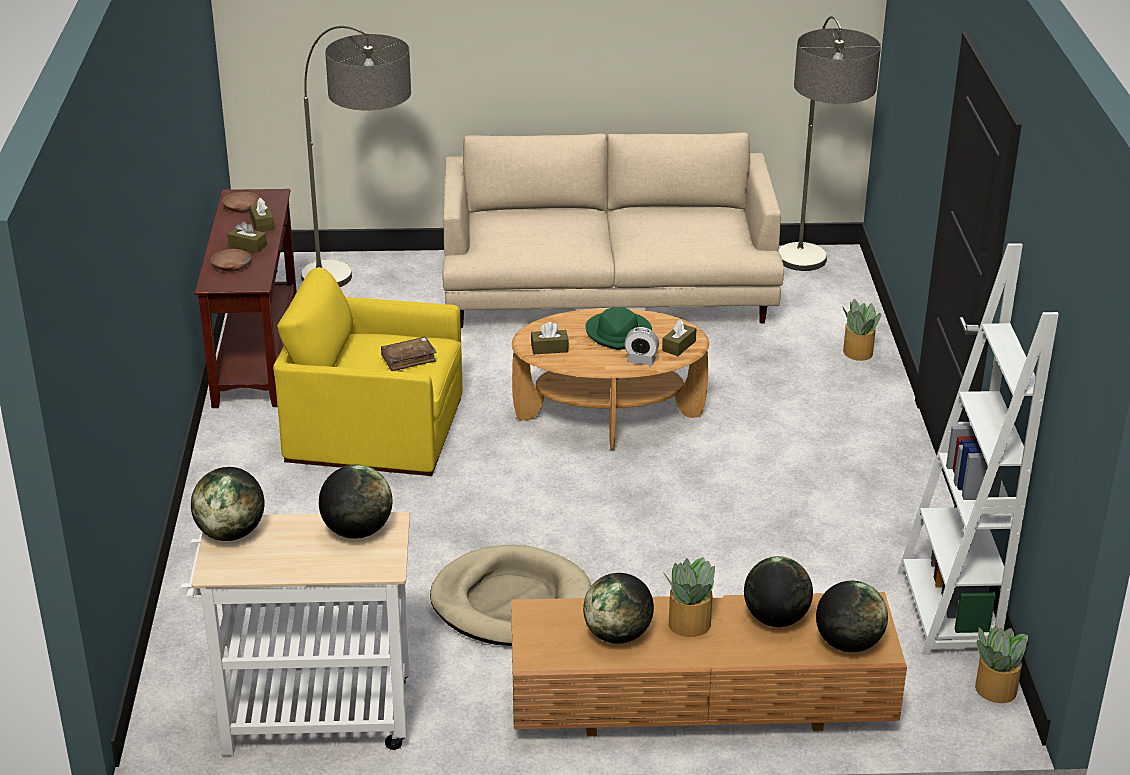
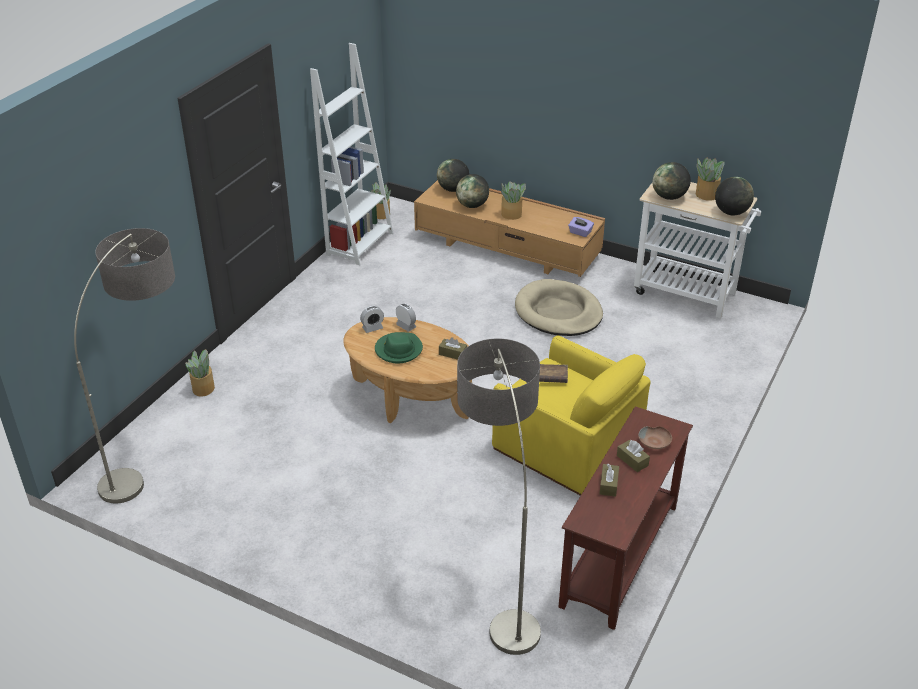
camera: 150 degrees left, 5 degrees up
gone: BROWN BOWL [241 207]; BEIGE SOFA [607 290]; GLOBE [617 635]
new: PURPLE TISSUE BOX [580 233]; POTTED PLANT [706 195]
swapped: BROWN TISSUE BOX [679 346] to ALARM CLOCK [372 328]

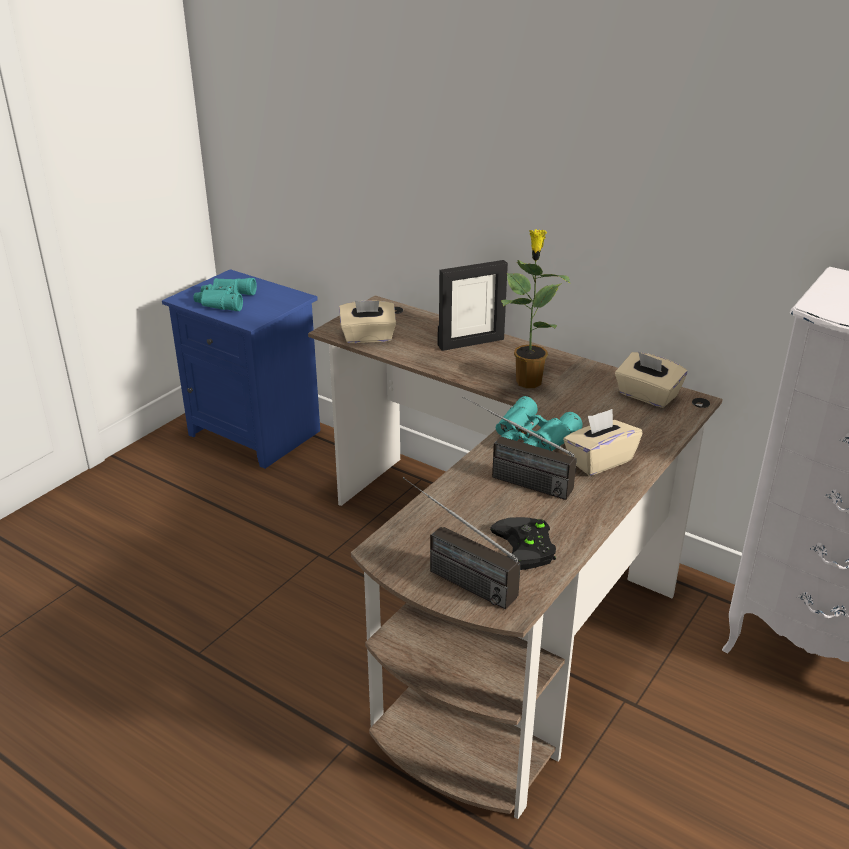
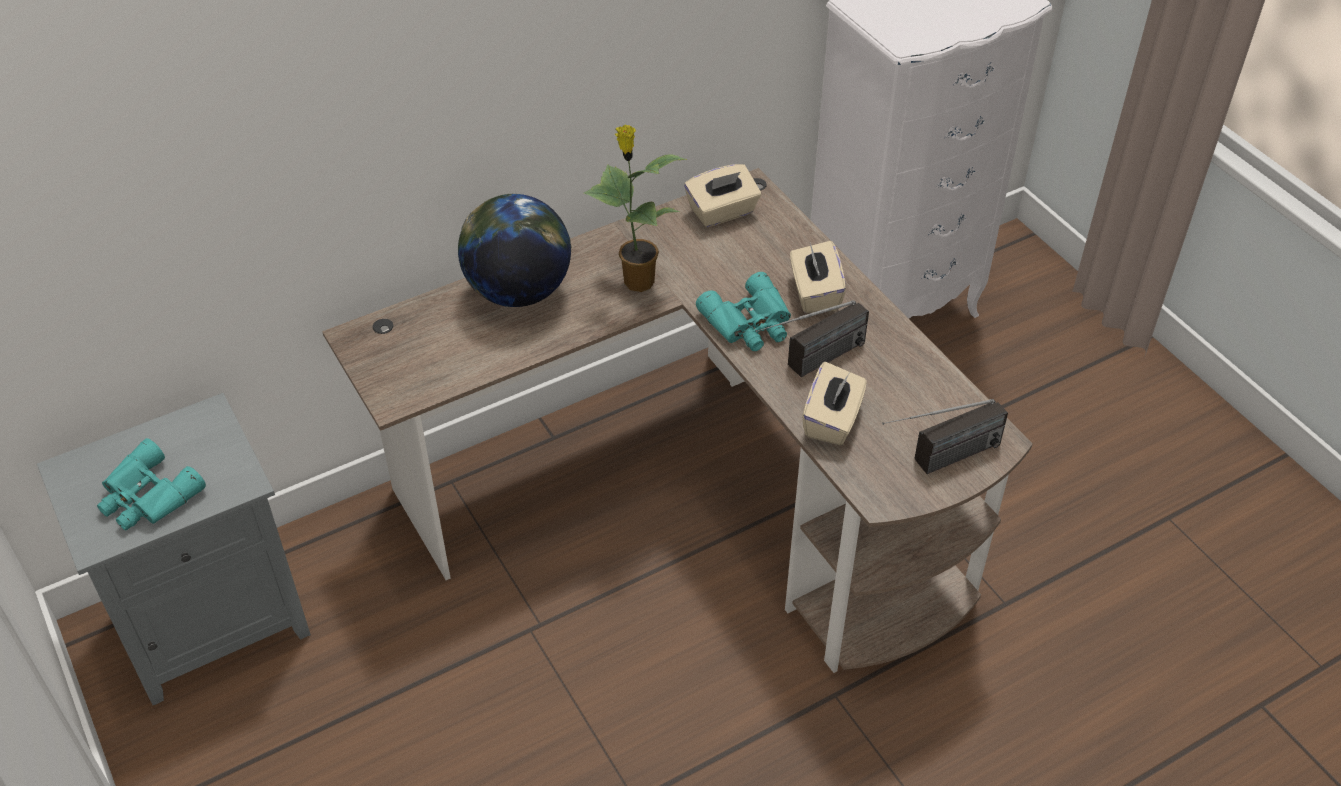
camera: 65 degrees left, 15 degrees up
gone: BLACK GAME CONTROLLER [526 549]
shifted: BEIGE TISSUE BOX [368 337] to [832 421]
swapped: PICTURE FRAME [470 342] to GLOBE [518 292]
repainted: BLUE NIGHTSTAND [257 432] to GREY NIGHTSTAND [214 619]

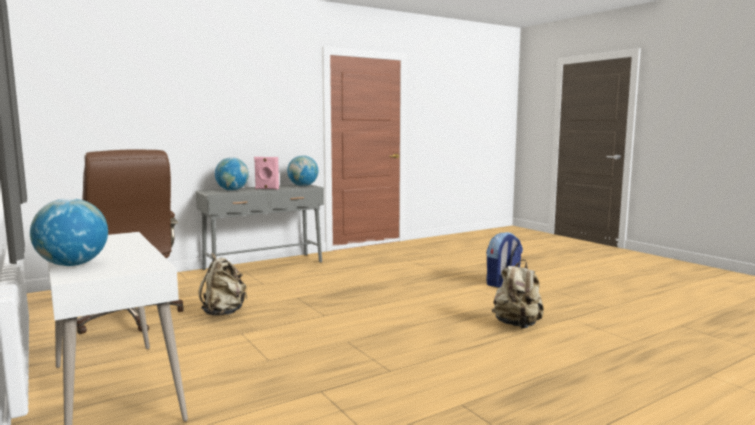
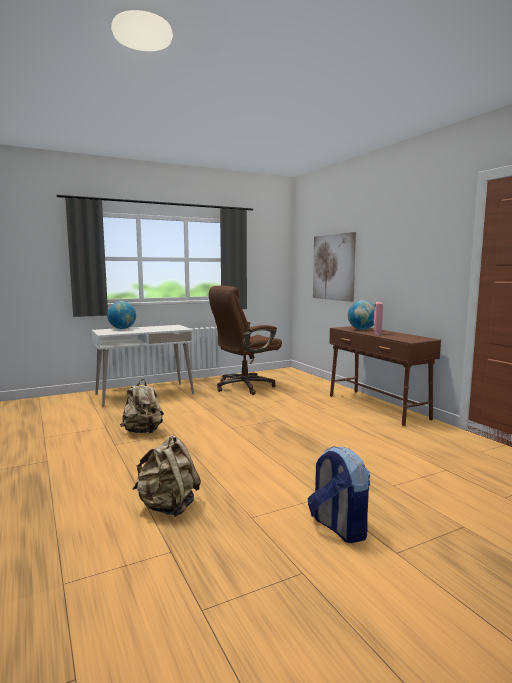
camera: 95 degrees right, 0 degrees up
gone: GLOBE [303 186]
new: PICTURE [333 267]
shifted: BEIGE BACKPACK [224 313] to [143 432]
repainted: GREY CONSOLE TABLE [264 266] to BROWN CONSOLE TABLE [376 407]

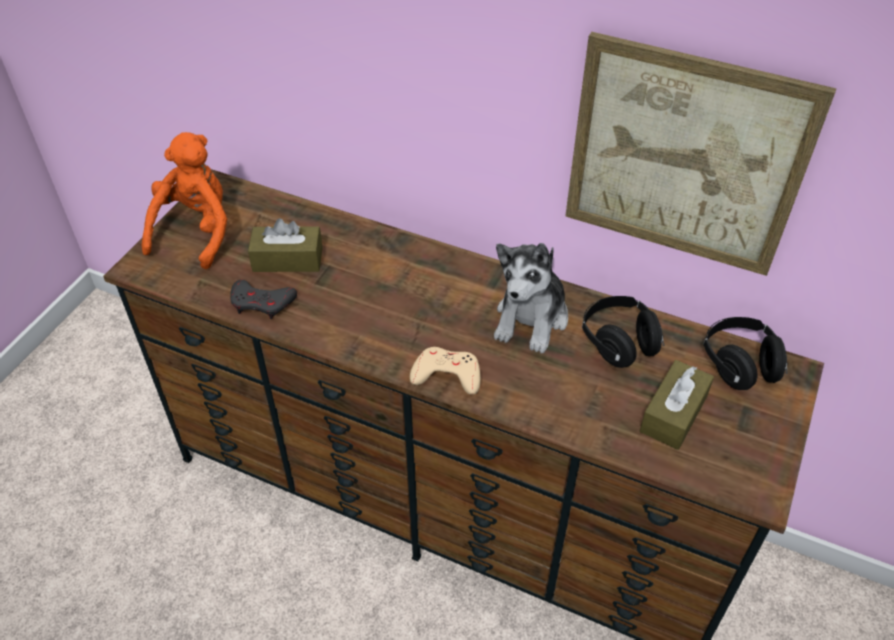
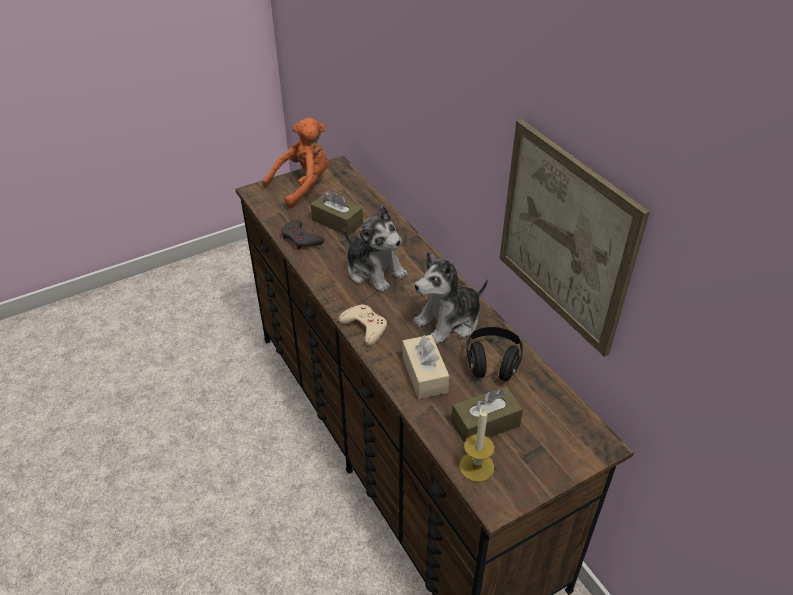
camera: 35 degrees right, 5 degrees down
gone: BLACK HEADPHONES [739 364]
new: PLUSH TOY [375 271]; BEIGE TISSUE BOX [424 374]; CANDLE [476 467]

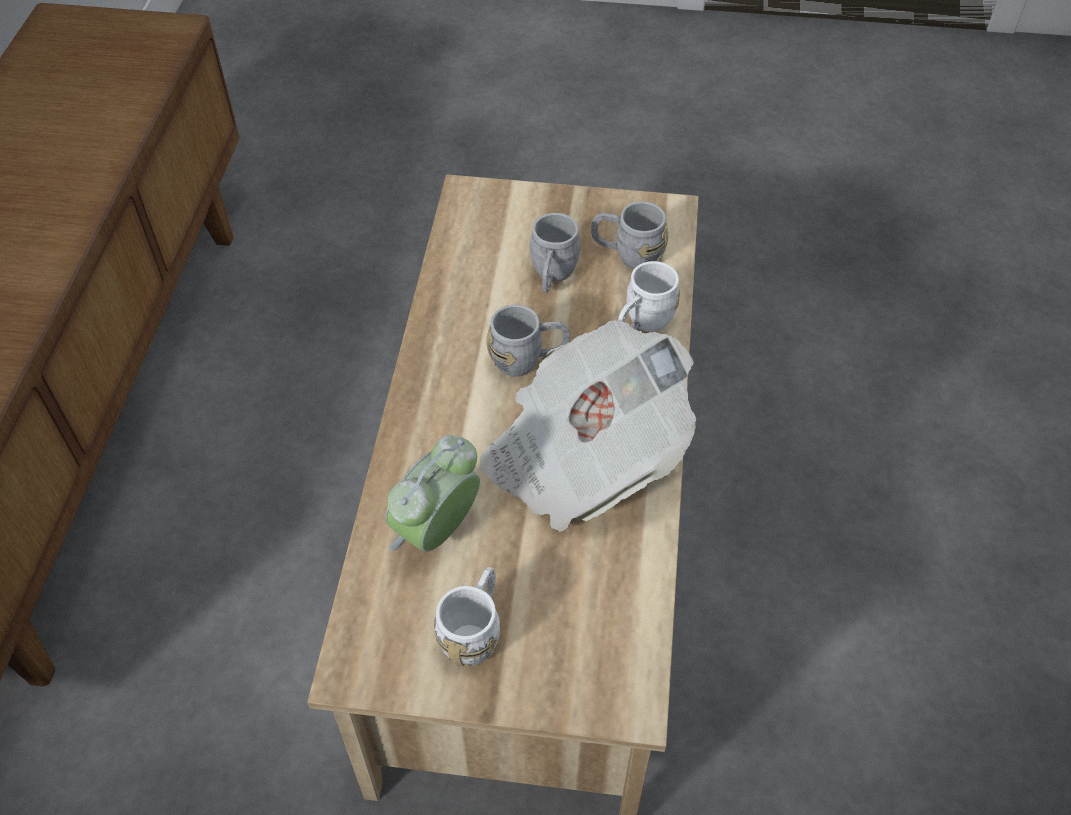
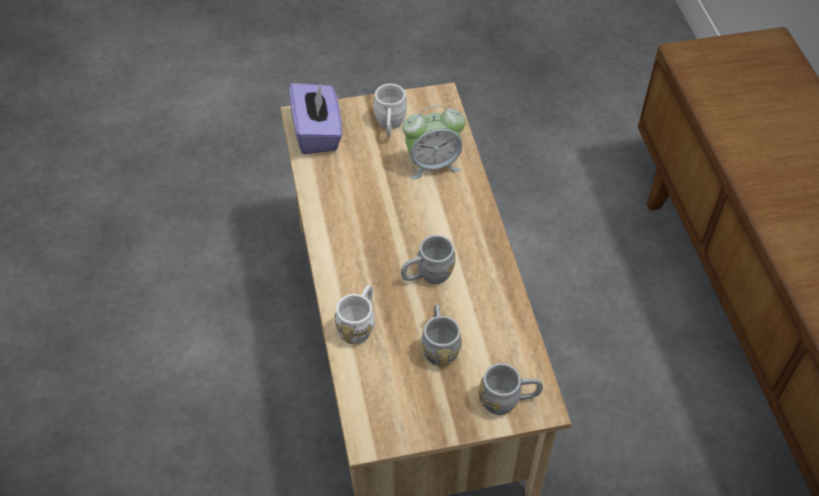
camera: 160 degrees right, 0 degrees up
gone: NEWSPAPER [583 456]
new: PURPLE TISSUE BOX [317 133]
shifted: GREY MUG [627 254] to [508 401]
rotated: ALARM CLOCK [437 530] = [432 164] 60 degrees clockwise

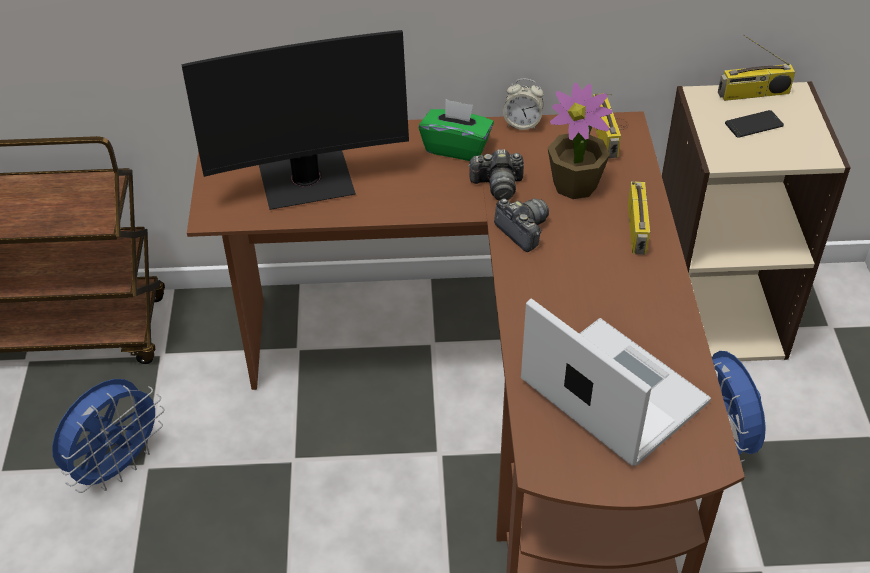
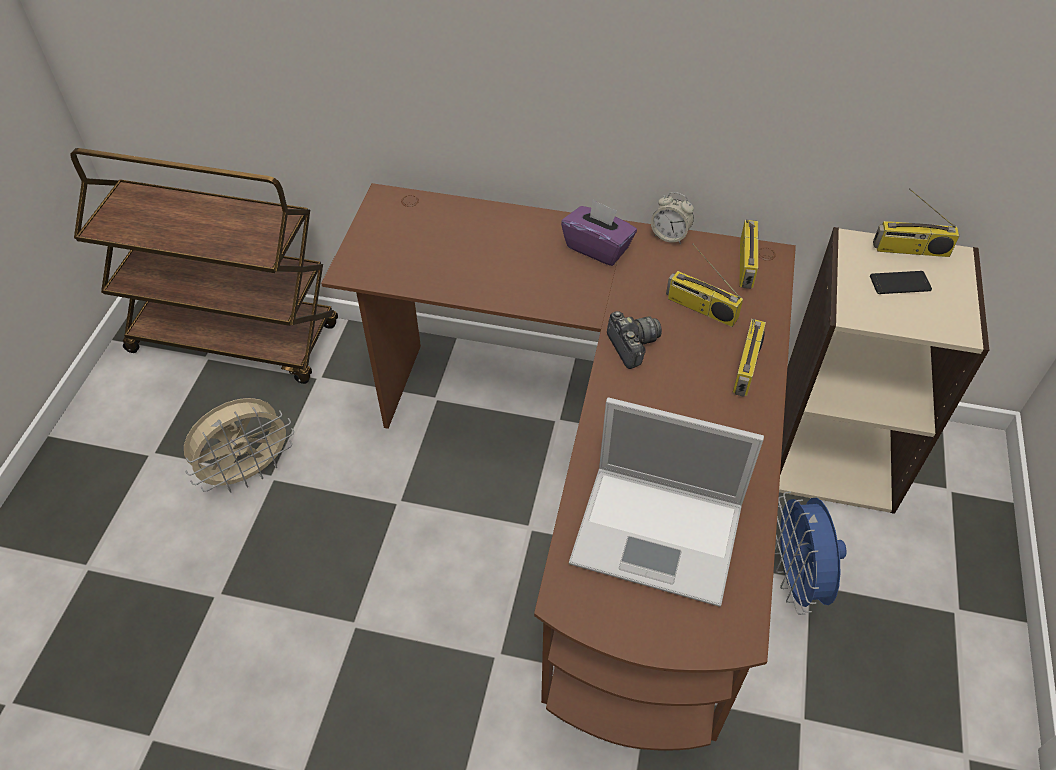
camera: 15 degrees right, 5 degrees up
gone: MONITOR [307 181]; PHOTO CAMERA [497 185]
swapped: POTTED PLANT [575 184] to RADIO [700 308]
repainted: BLUE FAN [117 466] to BEIGE FAN [249 472]; GREEN TISSUE BOX [456 147] to PURPLE TISSUE BOX [598 247]
rotated: LAPTOP [610 390] = [660 533] 135 degrees clockwise

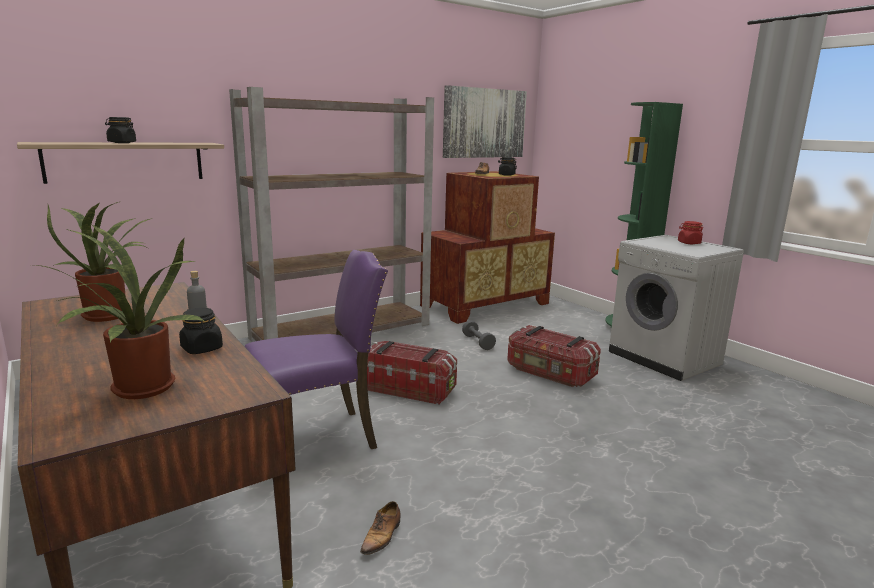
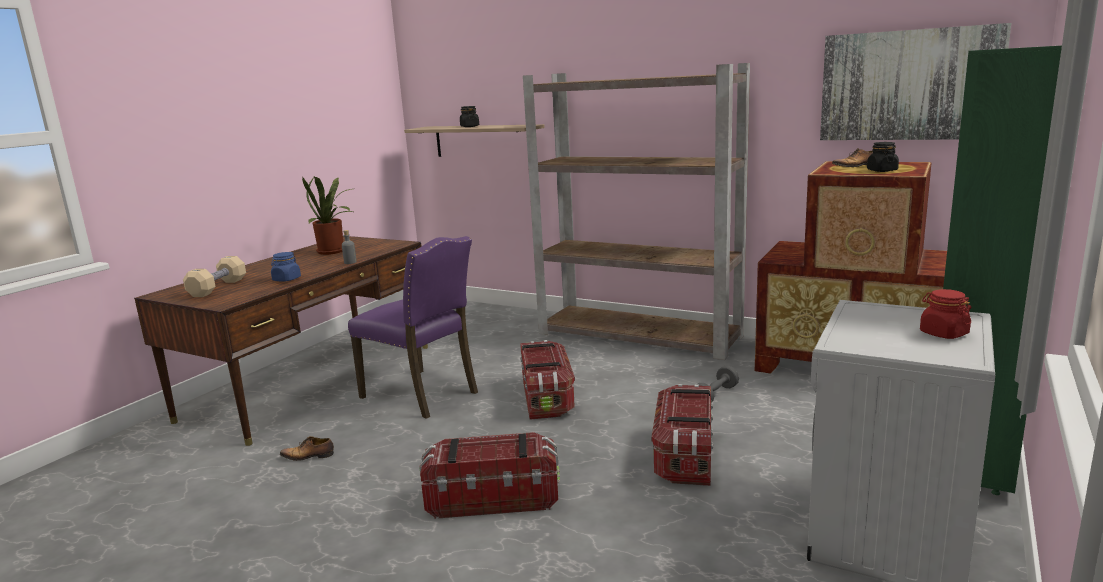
camera: 65 degrees right, 0 degrees up
new: STORAGE BOX [492 498]
swapped: POTTED PLANT [138 391] to BEIGE DUMBBELL [218 288]
repainted: BLACK JAR [202 349] to BLUE JAR [286 279]

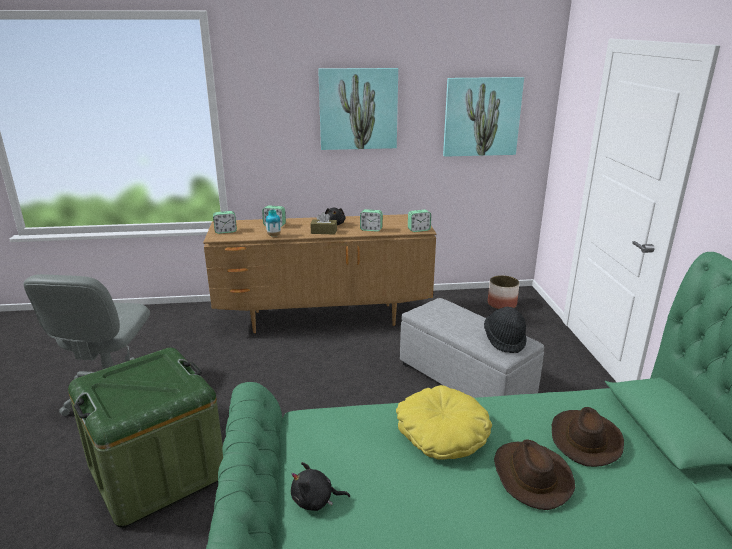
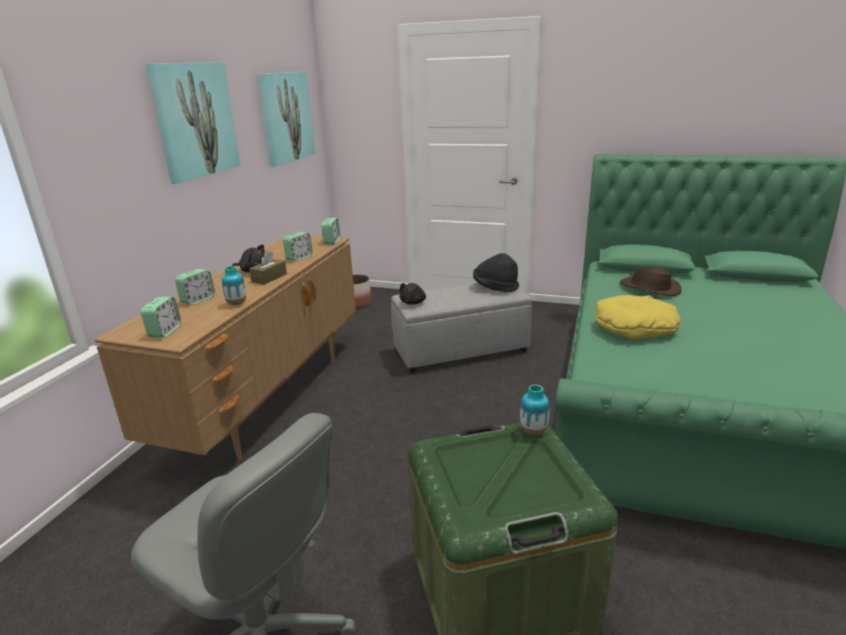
camera: 65 degrees left, 0 degrees up
gone: BROWN HAT [530 476]
new: VASE [533 431]
shifted: BLACK PLUSH TOY [315 501] to [413 302]

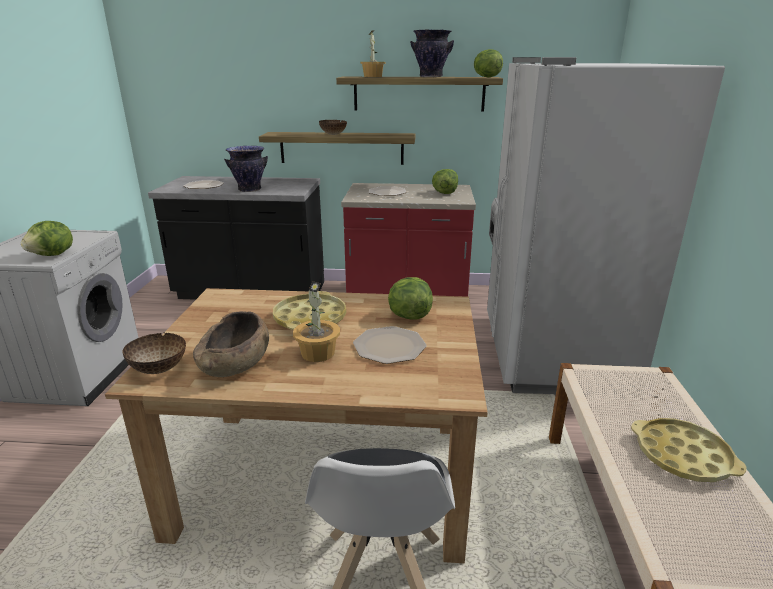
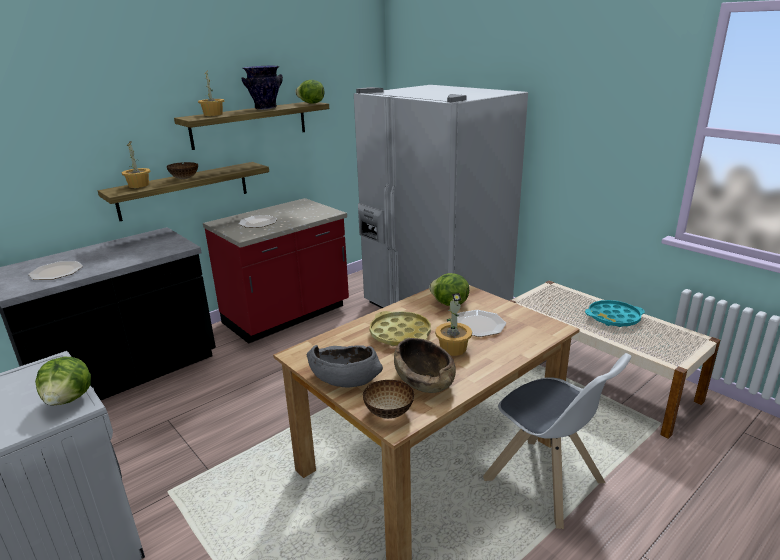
camera: 45 degrees left, 0 degrees up
gone: VASE [249 190]; LETTUCE [444 193]
new: POTTED PLANT [139 185]; GREY BOWL [344 378]
repainted: YELLOW TRAY [682 456] to TURQUOISE TRAY [613 318]

